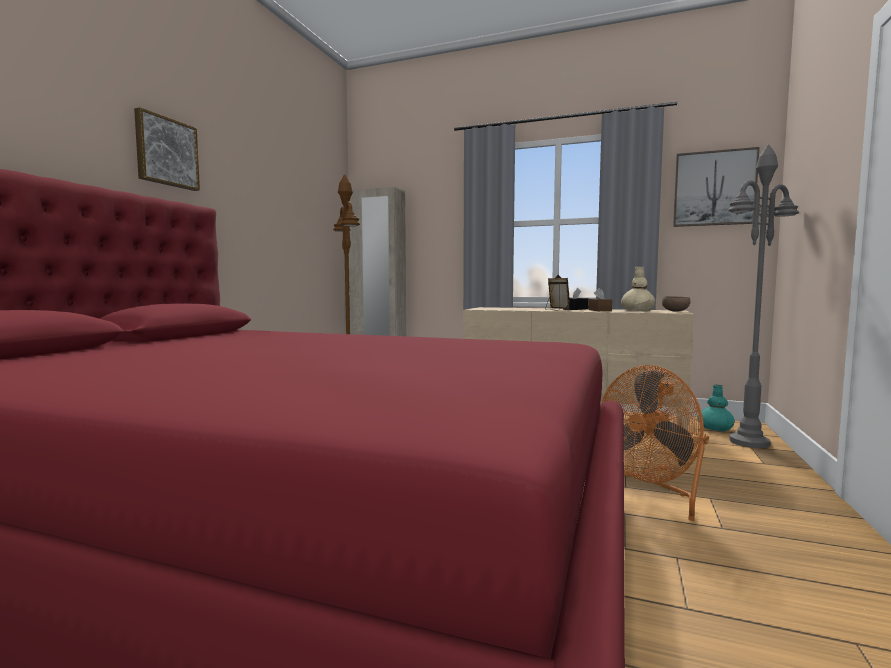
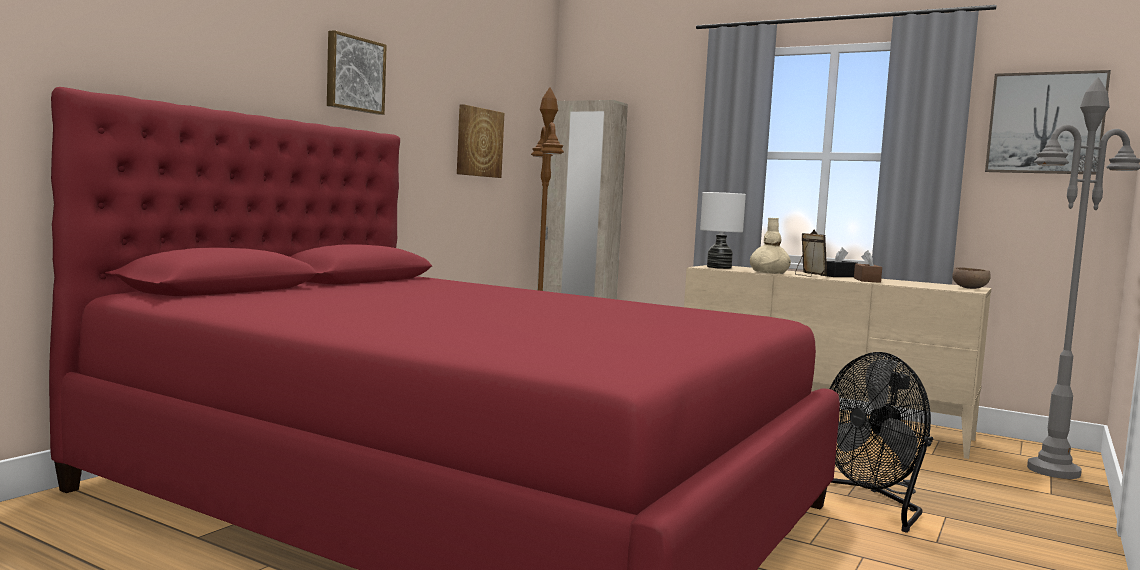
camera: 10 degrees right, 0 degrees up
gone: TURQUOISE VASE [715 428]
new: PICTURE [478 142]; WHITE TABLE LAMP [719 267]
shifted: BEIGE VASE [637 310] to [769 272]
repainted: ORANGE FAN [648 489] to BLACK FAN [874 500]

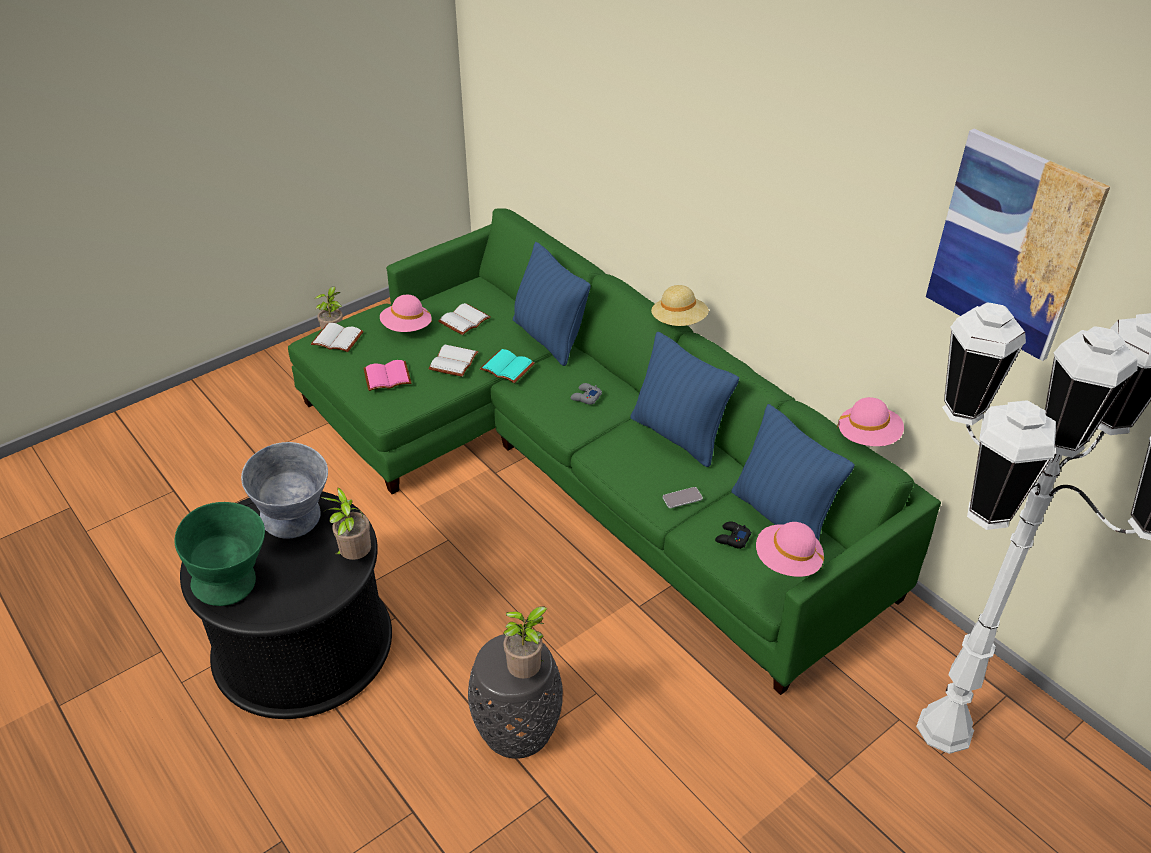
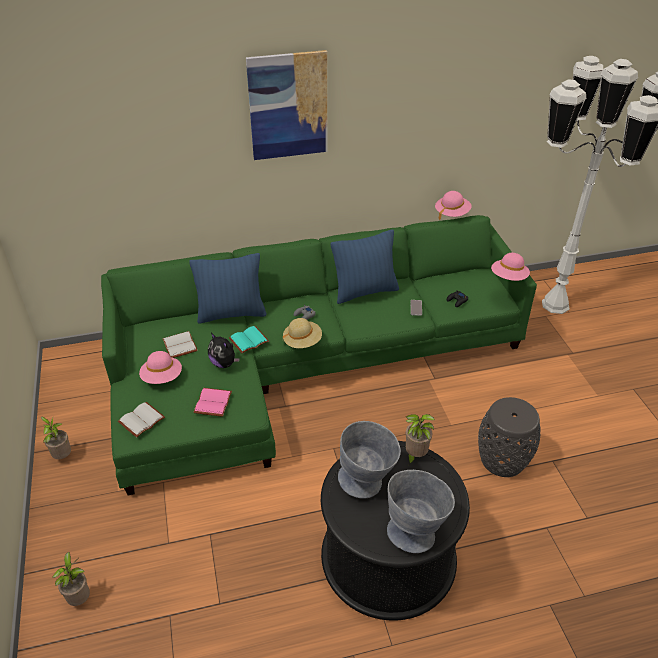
camera: 65 degrees left, 0 degrees up
gone: BLUE PILLOW [781 516]
shifted: POTTED PLANT [527 672] to [80 598]; BEIGE HAT [679 322] to [302 341]; PICTURE [1011 245] to [288 106]
swapped: WHITE BOOK [454 362] to PLUSH TOY [224 363]
repainted: GREEN BOWL [235 586] to GREY BOWL [415 528]

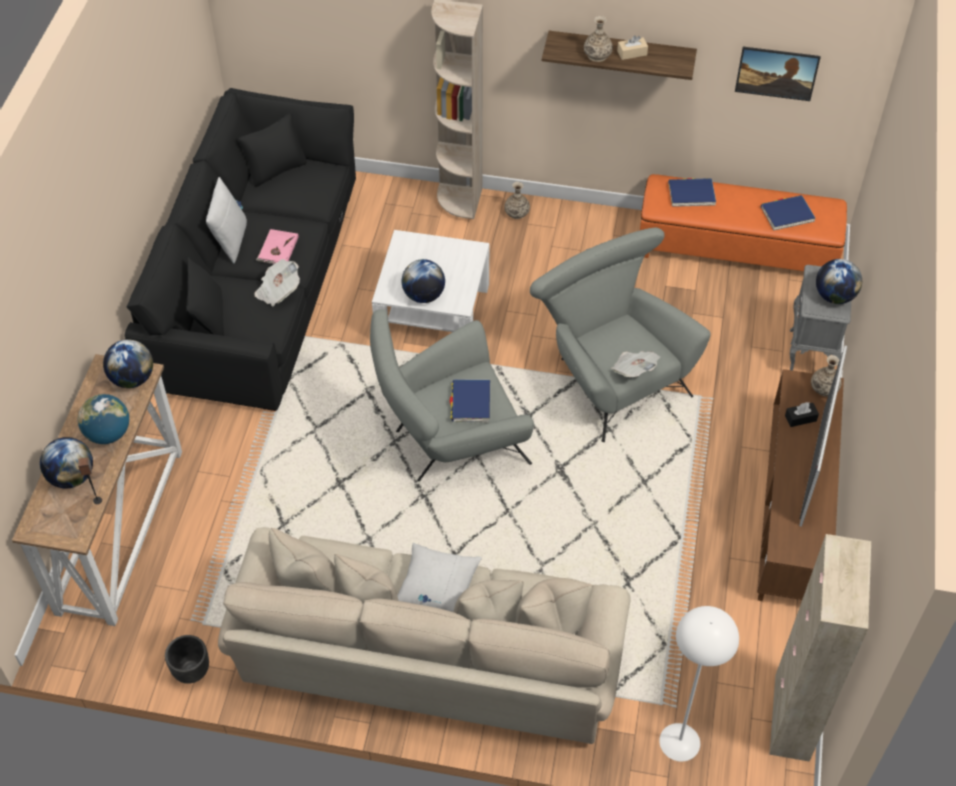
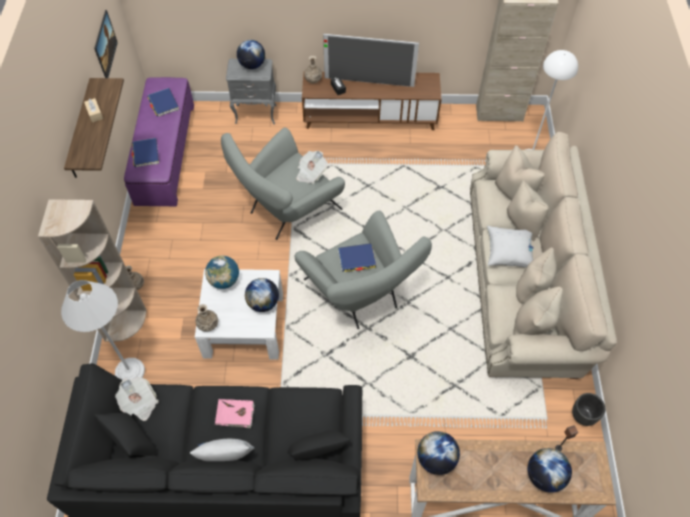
camera: 100 degrees left, 5 degrees up
new: WHITE FLOOR LAMP [129 371]
shifted: GLOBE [108 434] to [224 280]; NEWSPAPER [278 291] to [139 403]; VASE [597 55] to [208 324]
repainted: ORANGE BENCH [737 248] to PURPLE BENCH [165 152]

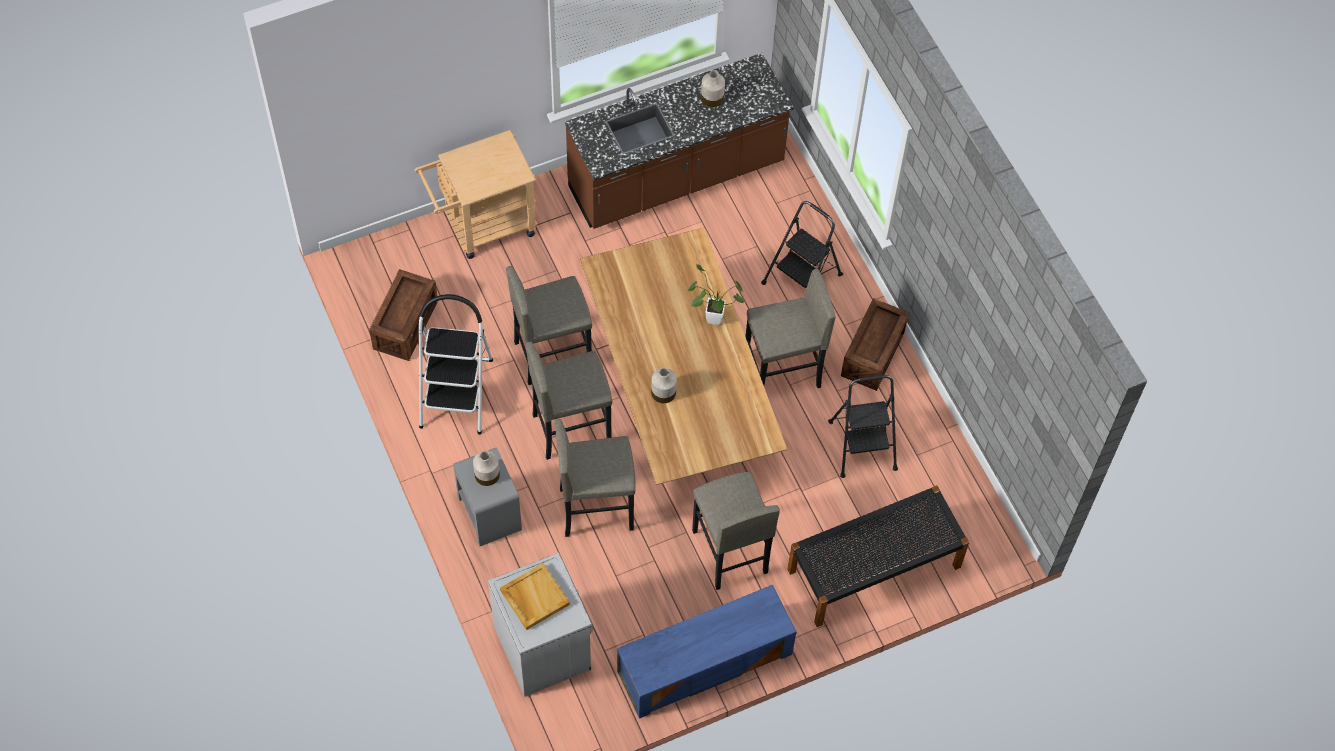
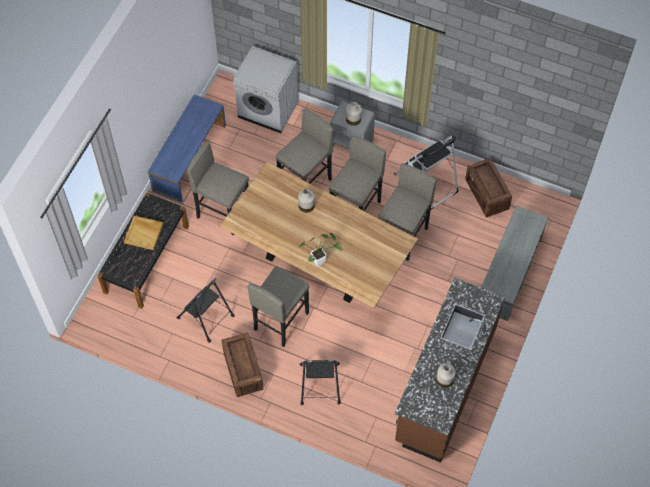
camera: 140 degrees right, 0 degrees up
shifted: BEIGE TRAY [534 597] to [144 233]
swapped: BEIGE CART [482 226] to GREY BENCH [510 272]

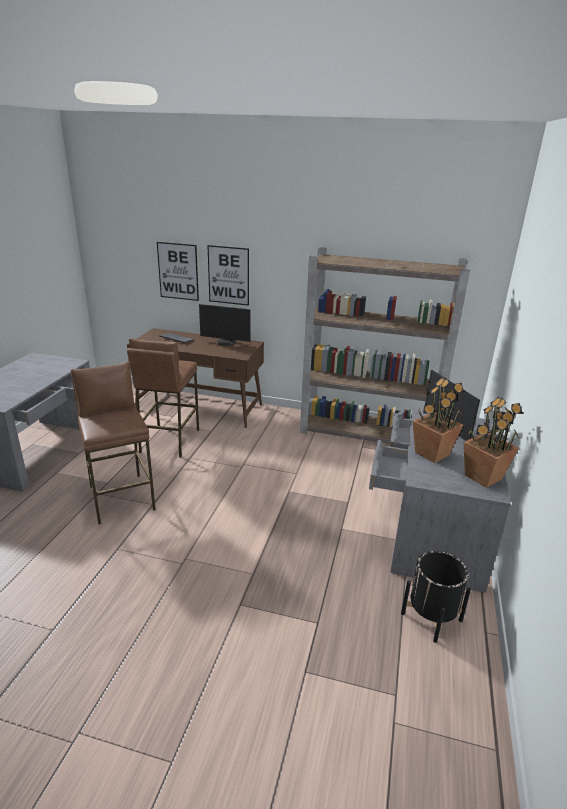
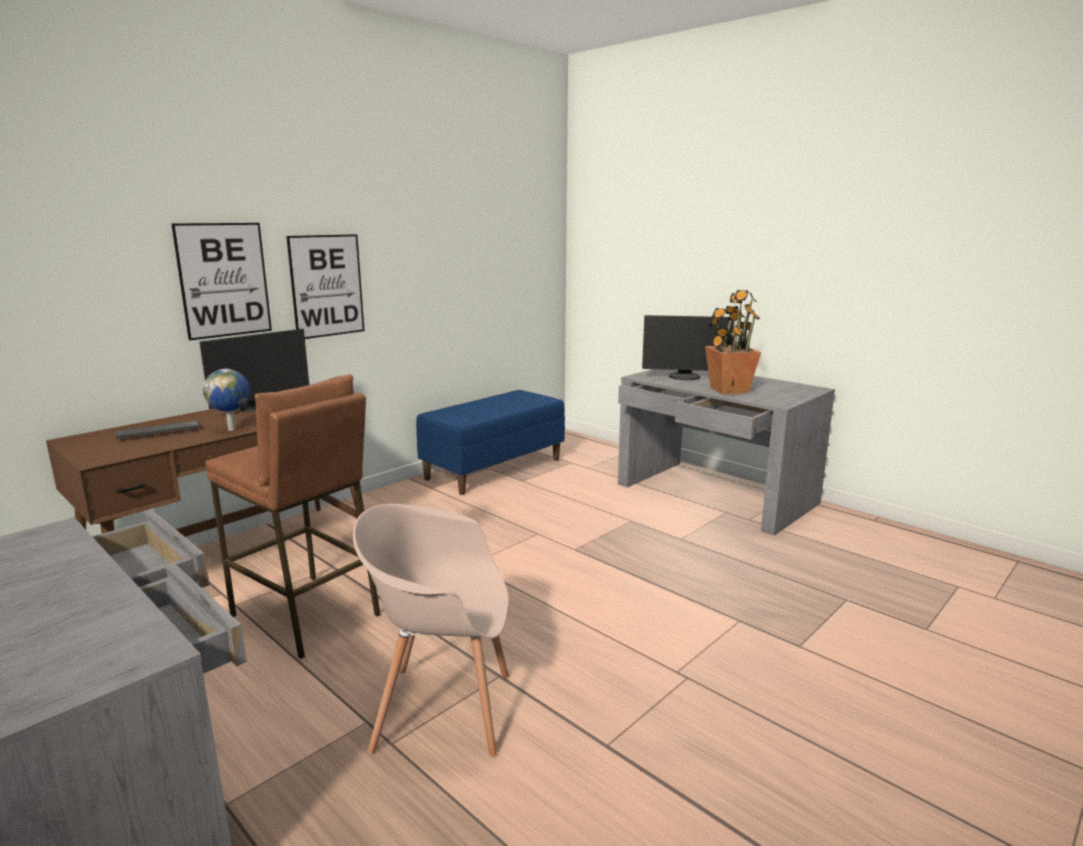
camera: 60 degrees left, 10 degrees down
gone: BLACK PLANTER [431 617]; POTTED PLANT [483 477]
new: GLOBE [232 429]
shifted: PICTURE [178 271] to [327 286]
swapped: BROWN STOOL [121 497] to BEIGE CHAIR [441 711]; BROWN BOOKCASE [368 432] to BLUE BENCH [494 468]

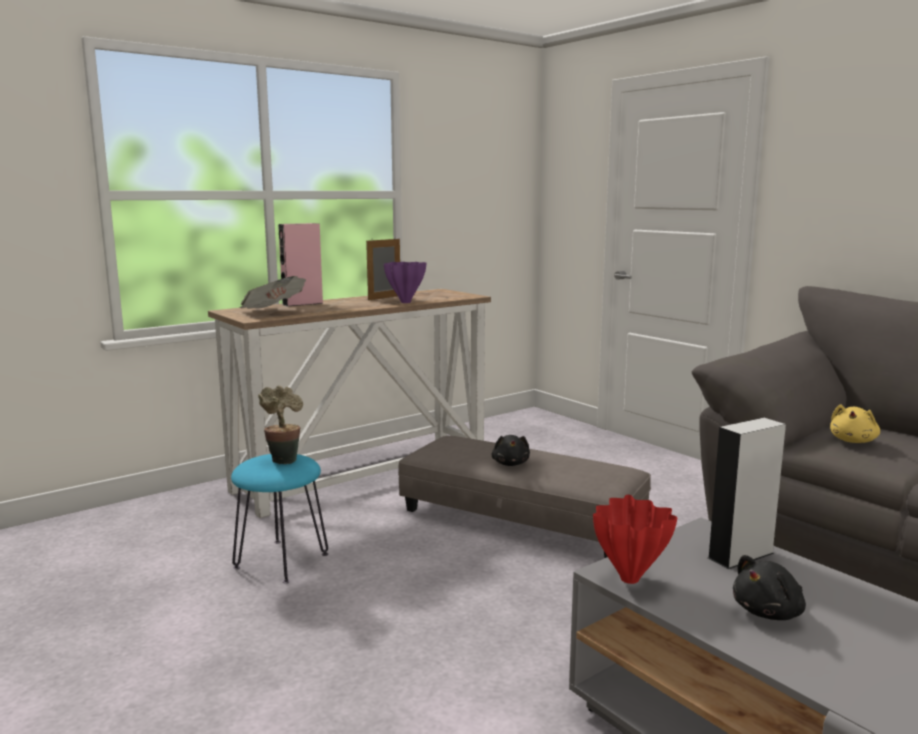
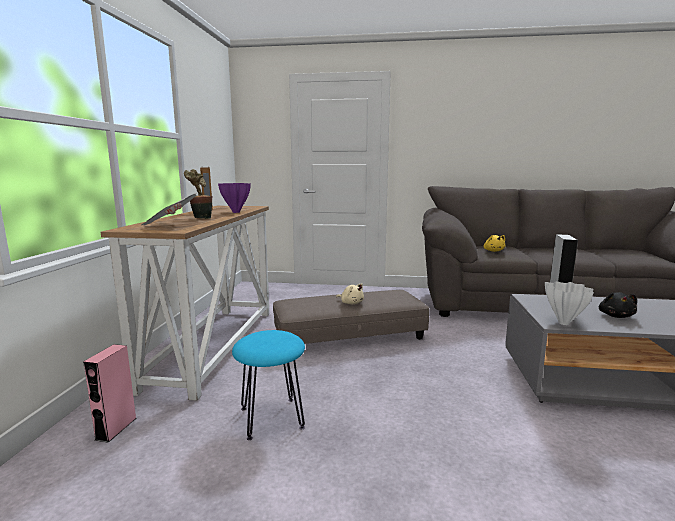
camera: 45 degrees left, 0 degrees up
shifted: POTTED PLANT [283 459] to [201 218]; PINK SPEAKER [302 304] to [116 428]
repainted: BLACK PLUSH TOY [510 463] to BEIGE PLUSH TOY [351 303]; RED VASE [629 580] to WHITE VASE [564 323]

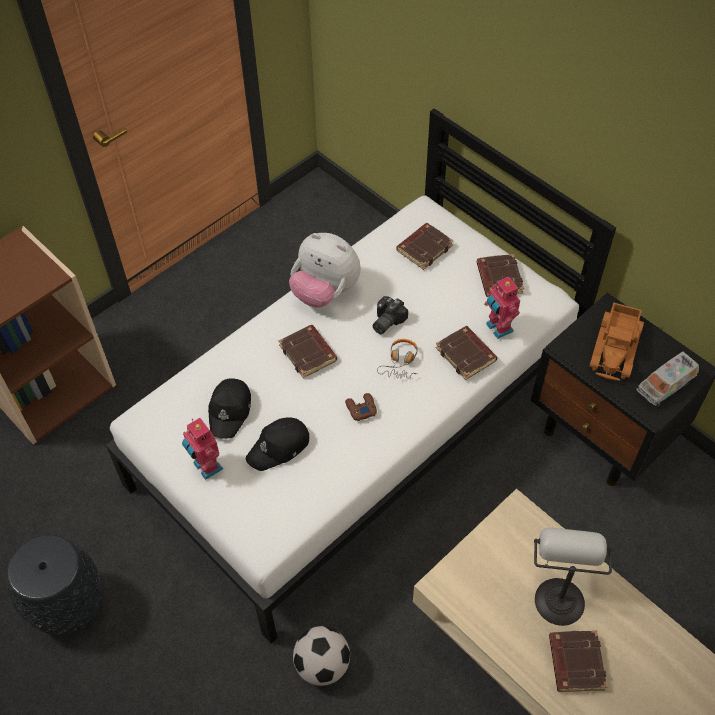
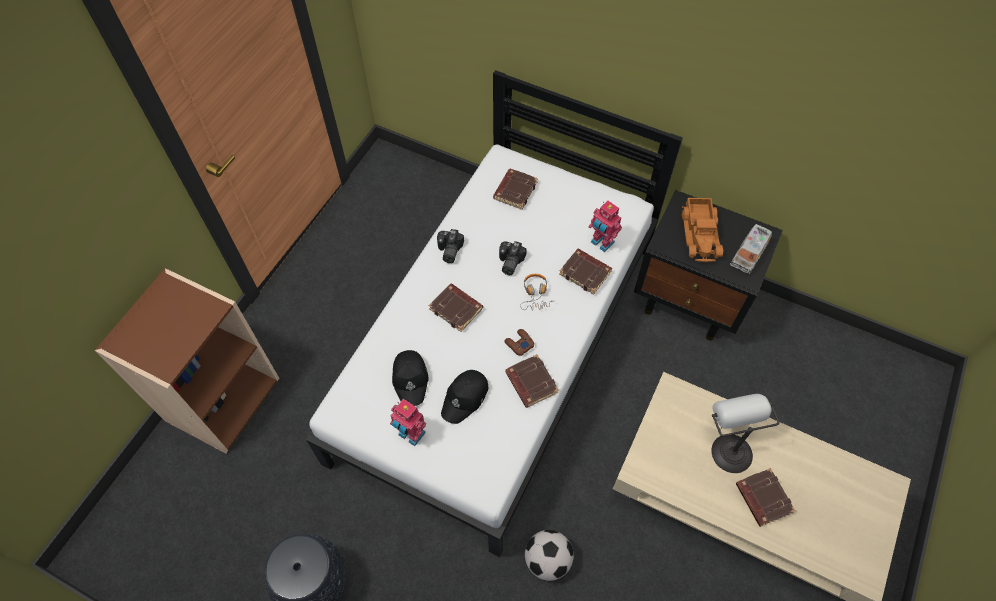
camera: 20 degrees left, 5 degrees up
shifted: BROWN BOOK [498 278] to [530 382]
swapped: PLUSH TOY [325 292] to PHOTO CAMERA [448 251]

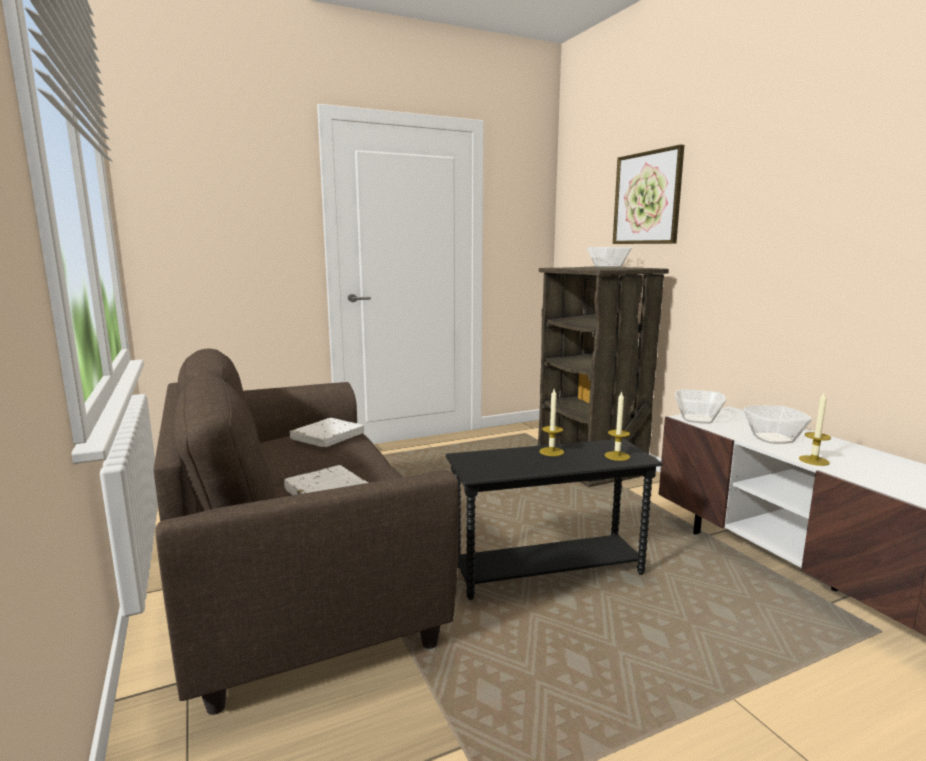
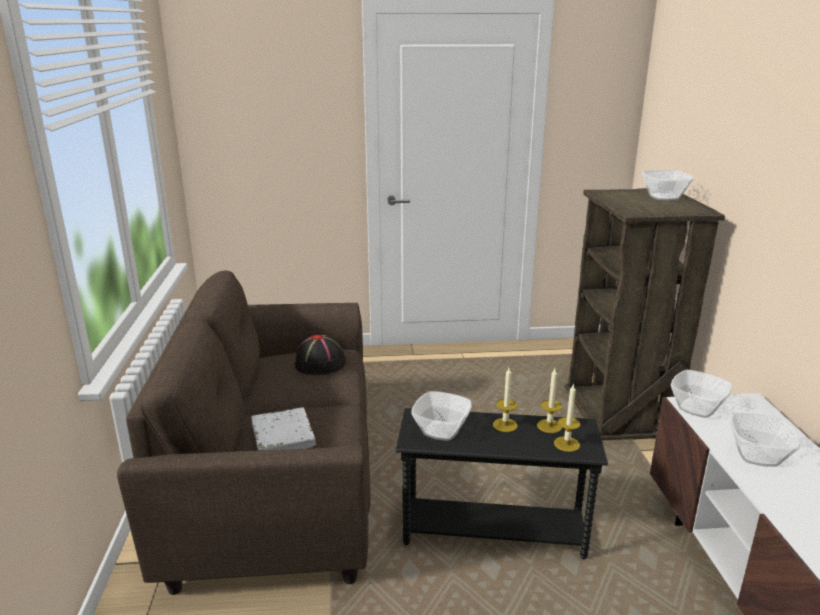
camera: 20 degrees right, 10 degrees up
gone: PICTURE [647 198]
new: BOWL [441 431]
shifted: CANDLE [814 460] to [549 426]
swapped: WHITE BOOK [328 437] to BLACK HAT [320 363]

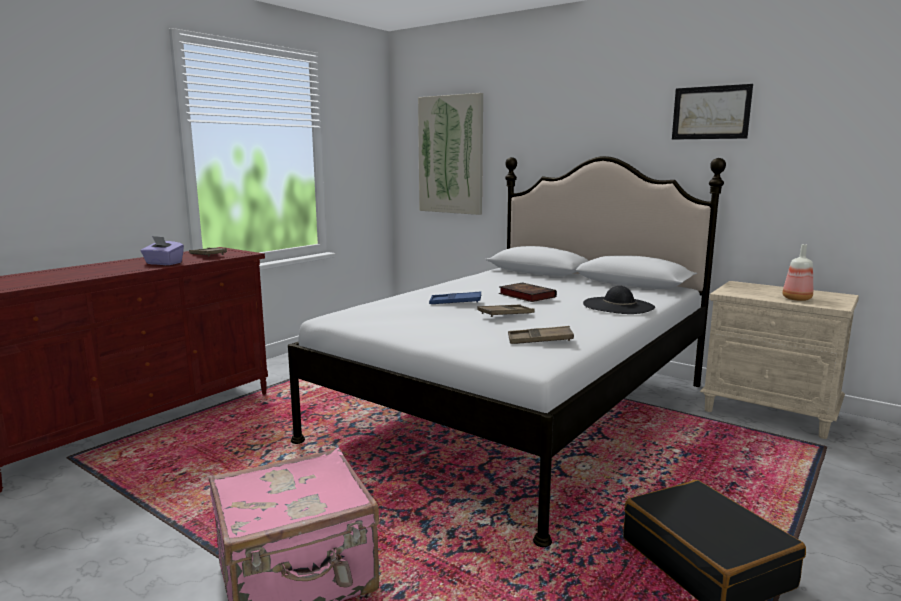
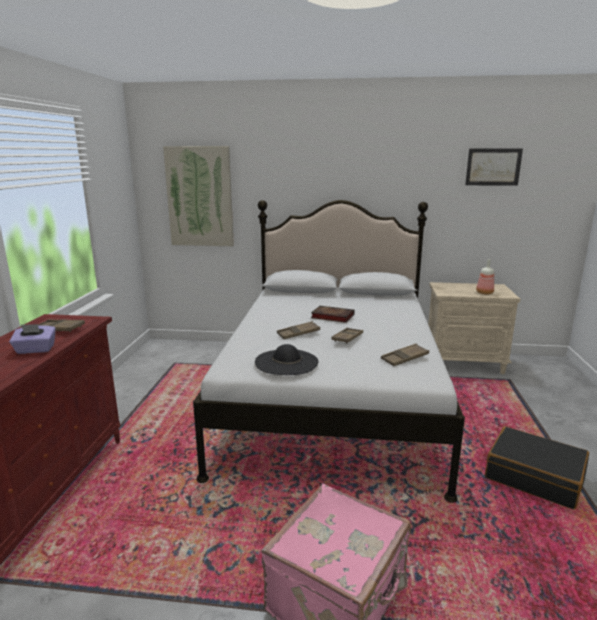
camera: 30 degrees left, 5 degrees up
shifted: BLACK HAT [618 306] to [286 362]; PICTURE [711 112] to [493 167]
repainted: BLUE TRAY [455 302] to BROWN TRAY [298 333]

